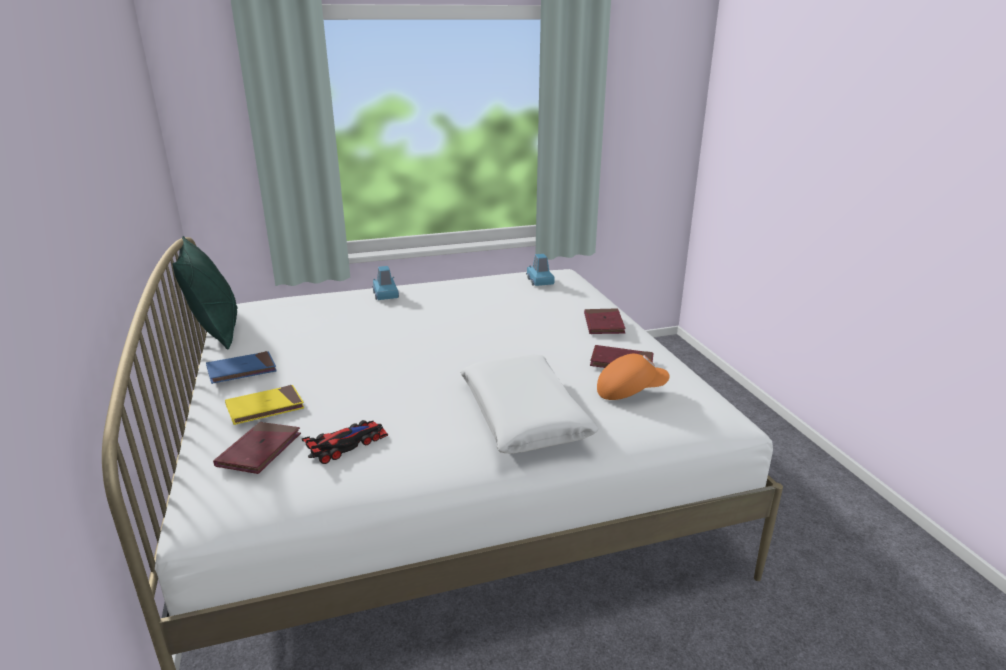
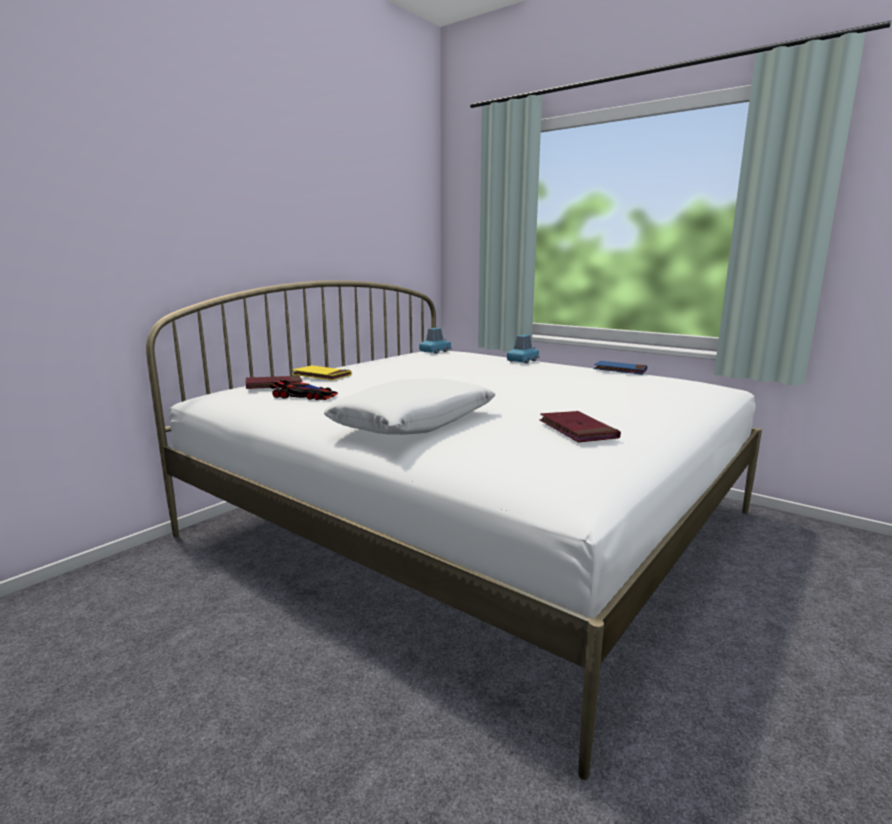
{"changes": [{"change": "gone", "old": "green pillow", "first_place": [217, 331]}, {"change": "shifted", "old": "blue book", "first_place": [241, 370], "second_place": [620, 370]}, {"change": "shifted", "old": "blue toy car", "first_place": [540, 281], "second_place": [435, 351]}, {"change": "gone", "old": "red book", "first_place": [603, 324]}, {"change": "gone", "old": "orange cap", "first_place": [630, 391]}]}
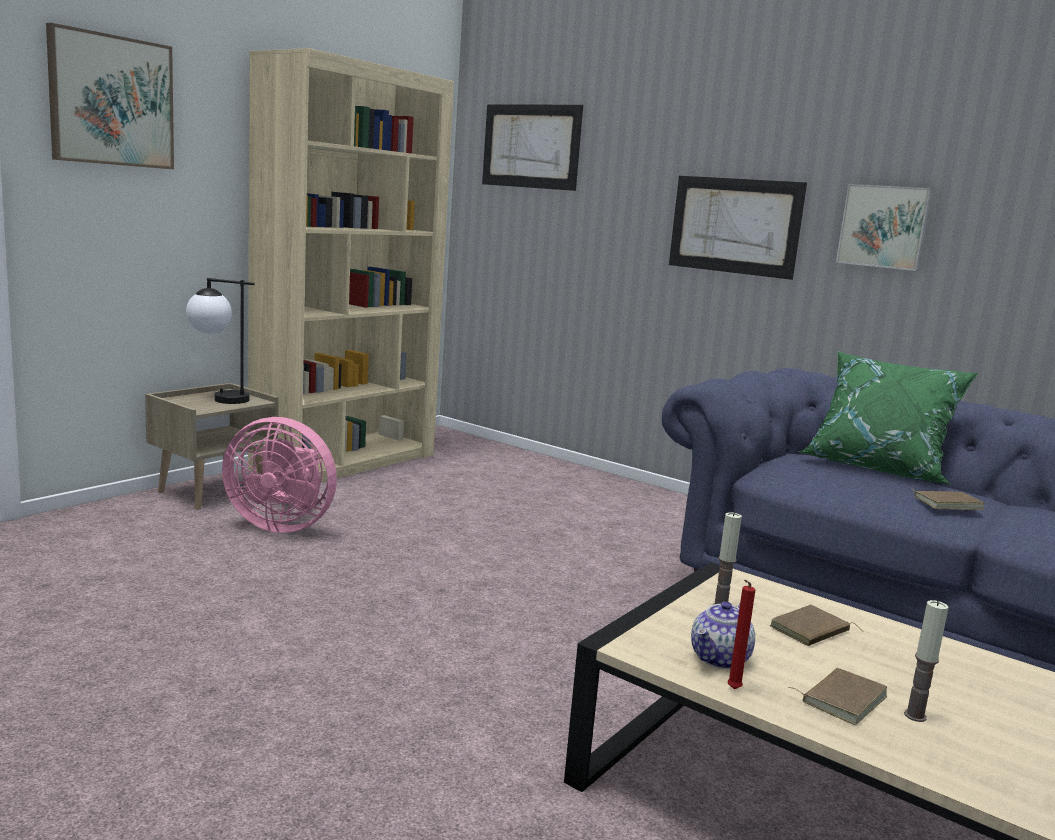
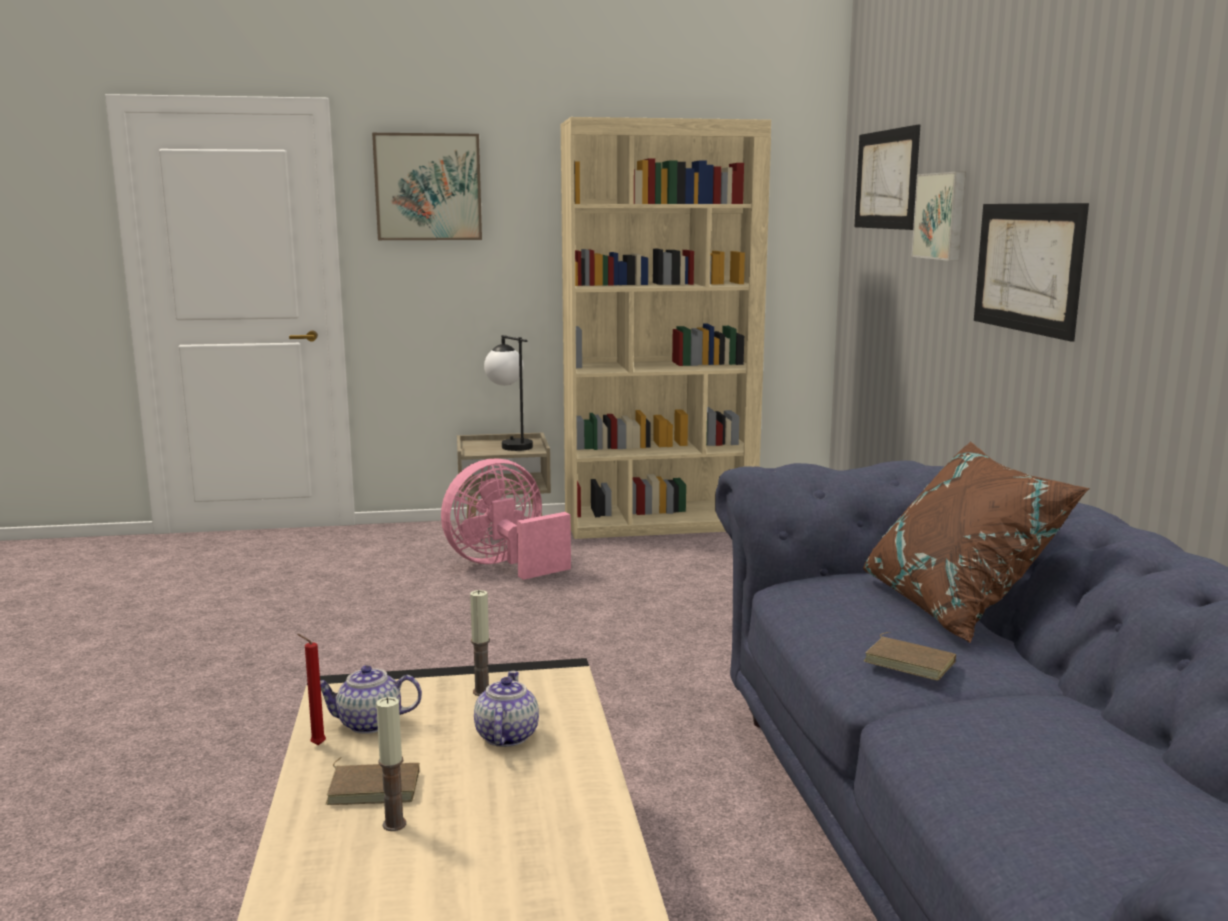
{"changes": [{"change": "rotated", "old": "pink fan", "first_place": [282, 525], "second_place": [504, 565], "degrees": 90}, {"change": "swapped", "old": "brown book", "new": "teapot", "first_place": [811, 631], "second_place": [506, 736]}, {"change": "repainted", "old": "green pillow", "new": "brown pillow", "first_place": [878, 467], "second_place": [956, 608]}, {"change": "shifted", "old": "picture", "first_place": [884, 226], "second_place": [942, 216]}]}
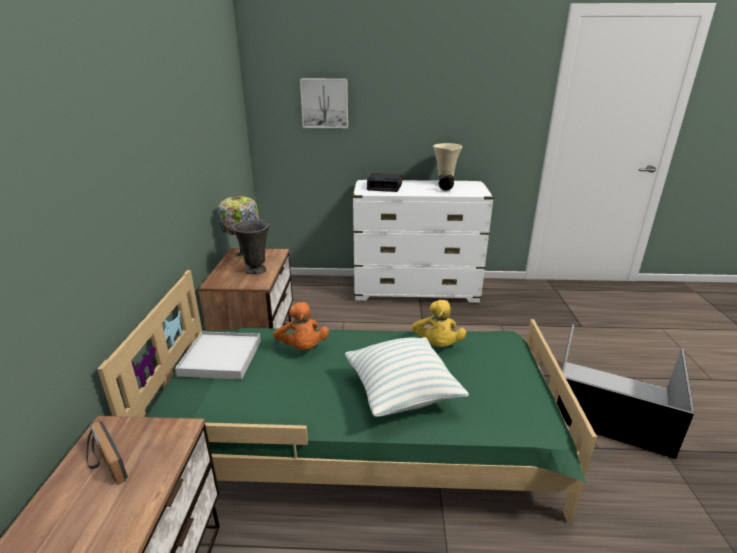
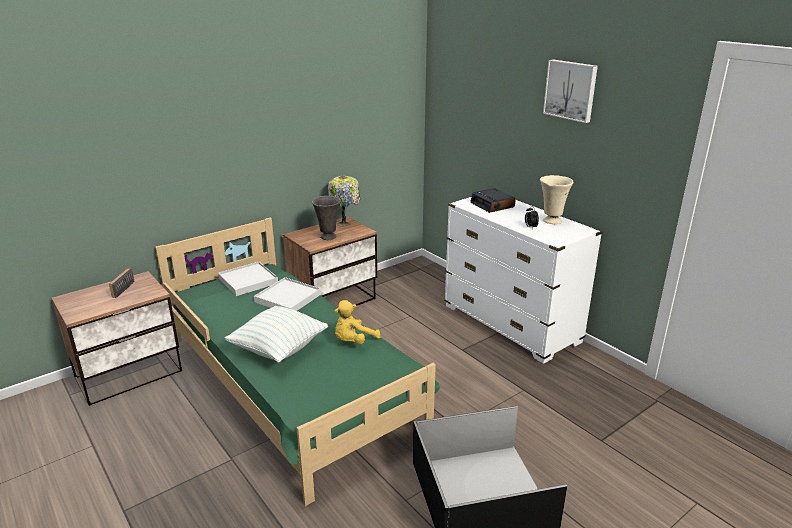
{"changes": [{"change": "swapped", "old": "orange plush toy", "new": "white tray", "first_place": [302, 348], "second_place": [287, 298]}, {"change": "shifted", "old": "picture", "first_place": [325, 103], "second_place": [571, 90]}]}
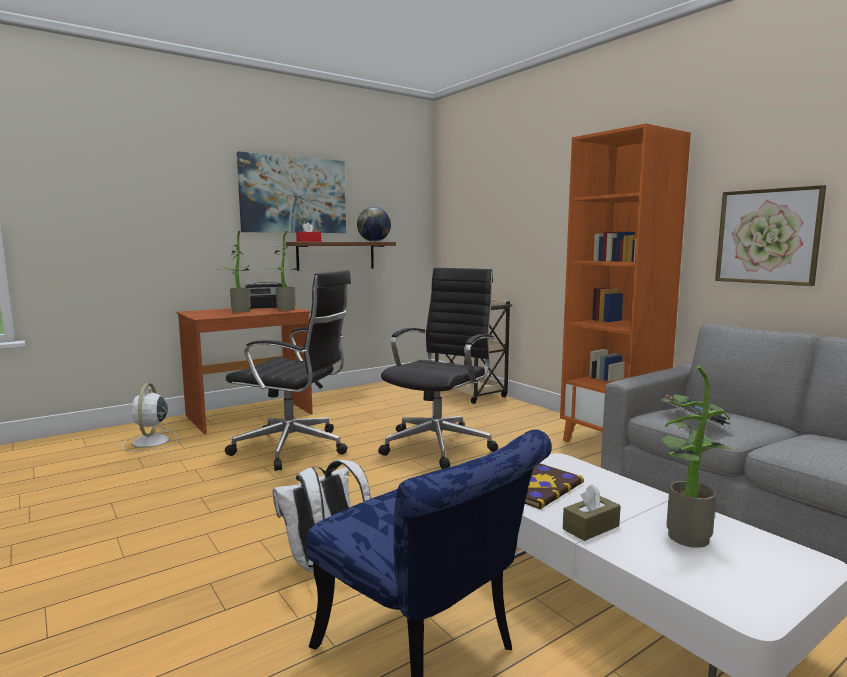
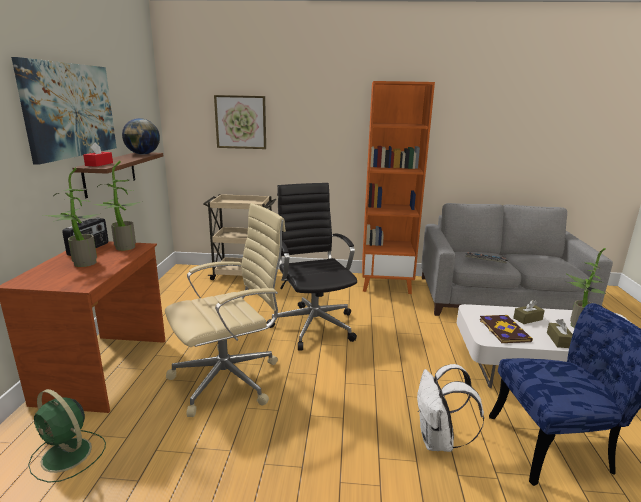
{"changes": [{"change": "repainted", "old": "white fan", "new": "green fan", "first_place": [150, 442], "second_place": [68, 455]}, {"change": "repainted", "old": "black office chair", "new": "beige office chair", "first_place": [294, 448], "second_place": [229, 379]}, {"change": "shifted", "old": "picture", "first_place": [767, 236], "second_place": [241, 122]}, {"change": "new", "new": "brown tissue box", "second_place": [527, 319]}]}
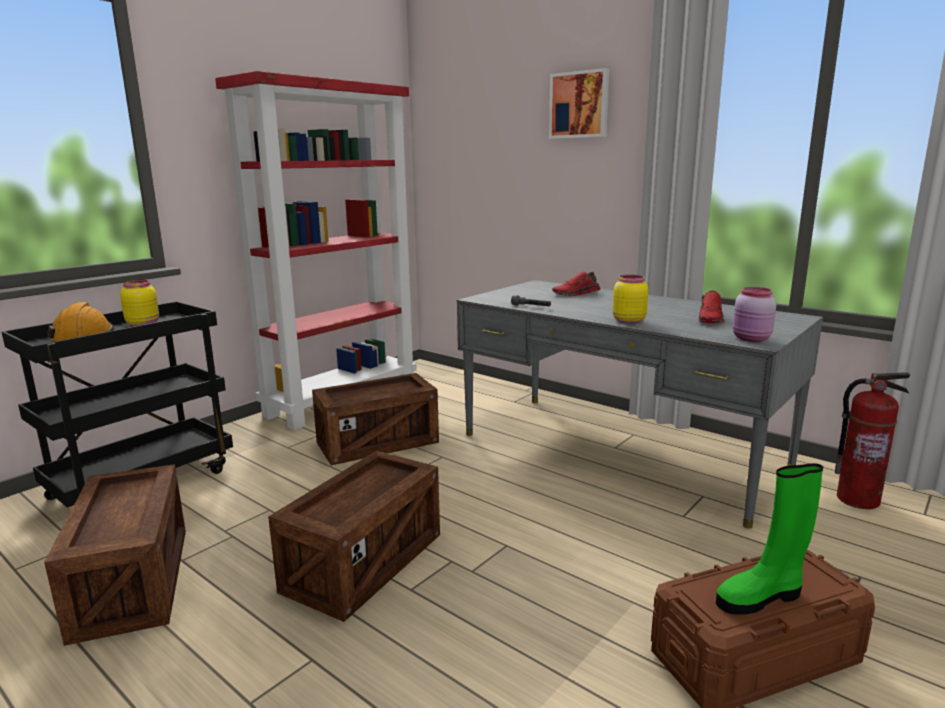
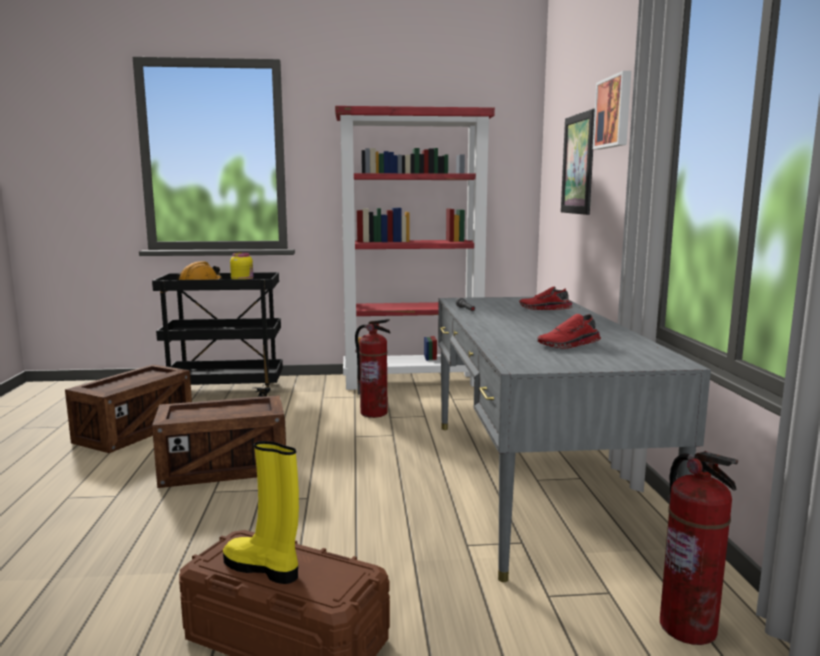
{"changes": [{"change": "swapped", "old": "crate", "new": "fire extinguisher", "first_place": [377, 443], "second_place": [373, 413]}, {"change": "gone", "old": "yellow jar", "first_place": [628, 321]}, {"change": "repainted", "old": "green boot", "new": "yellow boot", "first_place": [761, 597], "second_place": [263, 568]}, {"change": "gone", "old": "pink jar", "first_place": [751, 339]}, {"change": "new", "new": "picture", "second_place": [578, 164]}]}
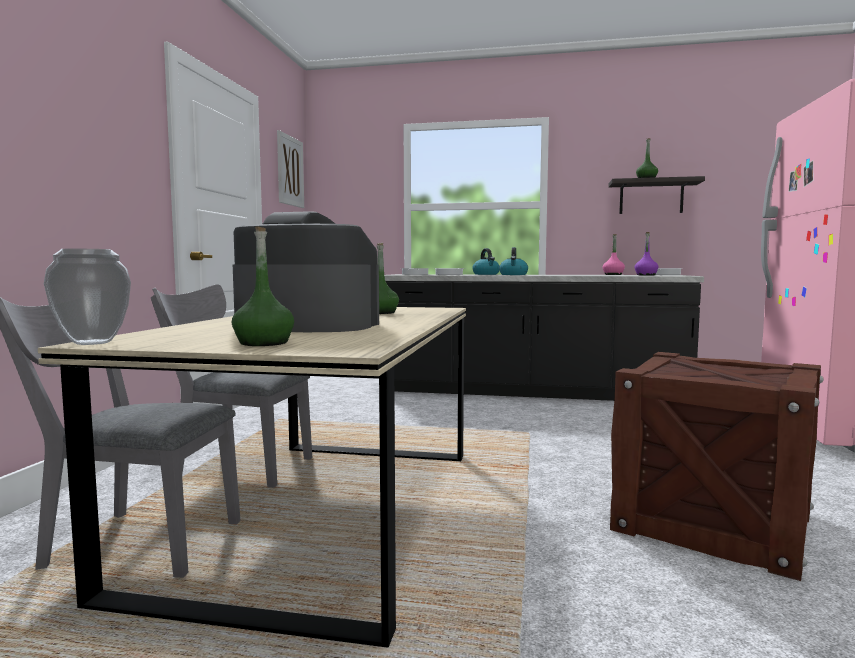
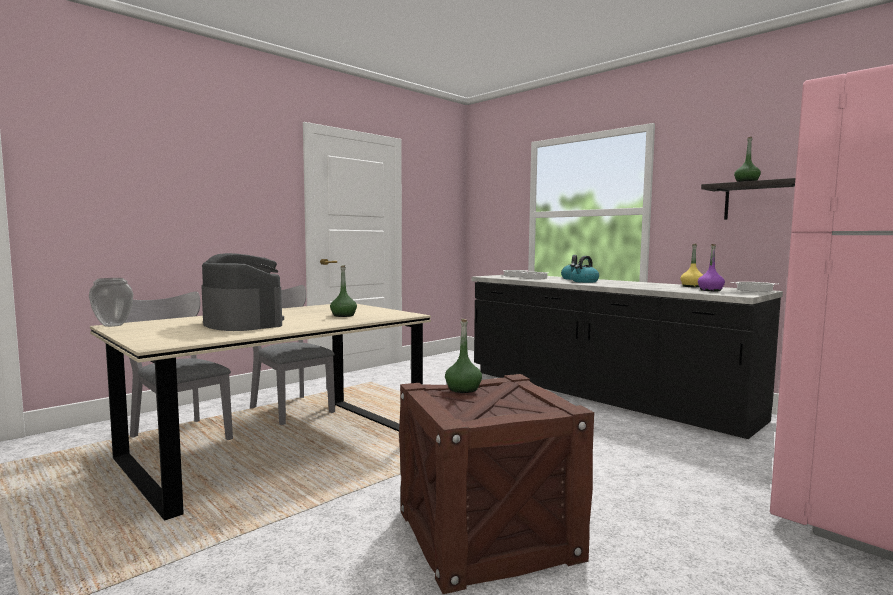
{"changes": [{"change": "shifted", "old": "green bottle", "first_place": [264, 343], "second_place": [463, 389]}, {"change": "gone", "old": "picture", "first_place": [290, 171]}, {"change": "repainted", "old": "pink bottle", "new": "yellow bottle", "first_place": [613, 274], "second_place": [692, 286]}]}
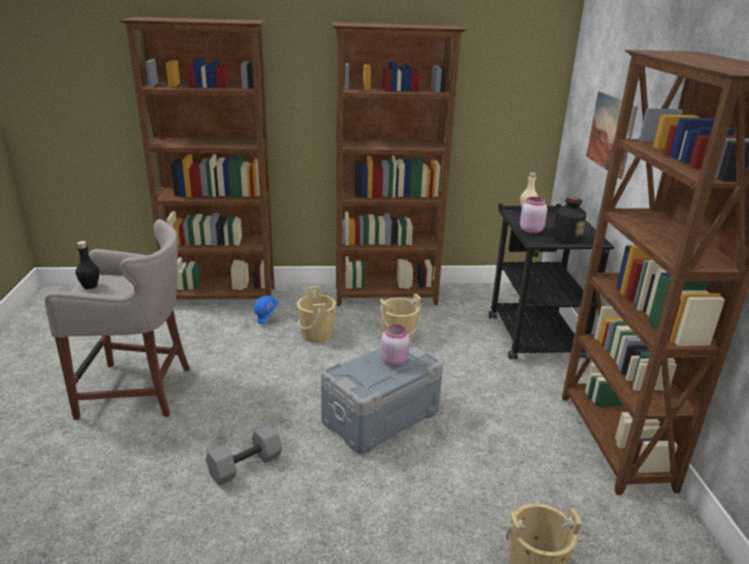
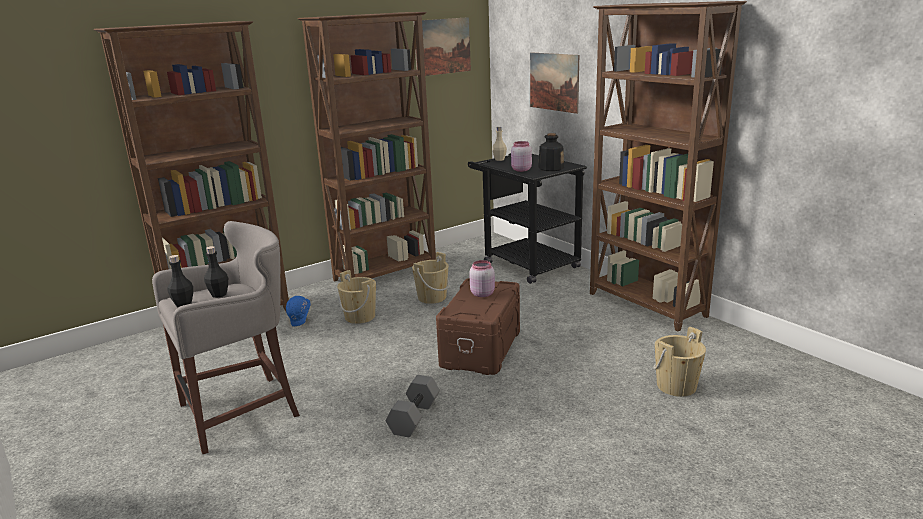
{"changes": [{"change": "repainted", "old": "grey storage box", "new": "brown storage box", "first_place": [381, 417], "second_place": [482, 348]}, {"change": "new", "new": "black bottle", "second_place": [219, 294]}, {"change": "new", "new": "picture", "second_place": [442, 46]}]}
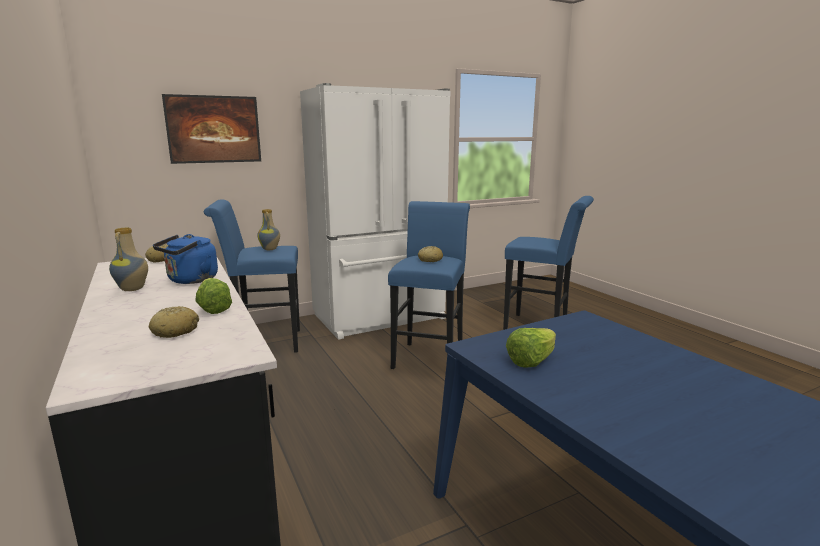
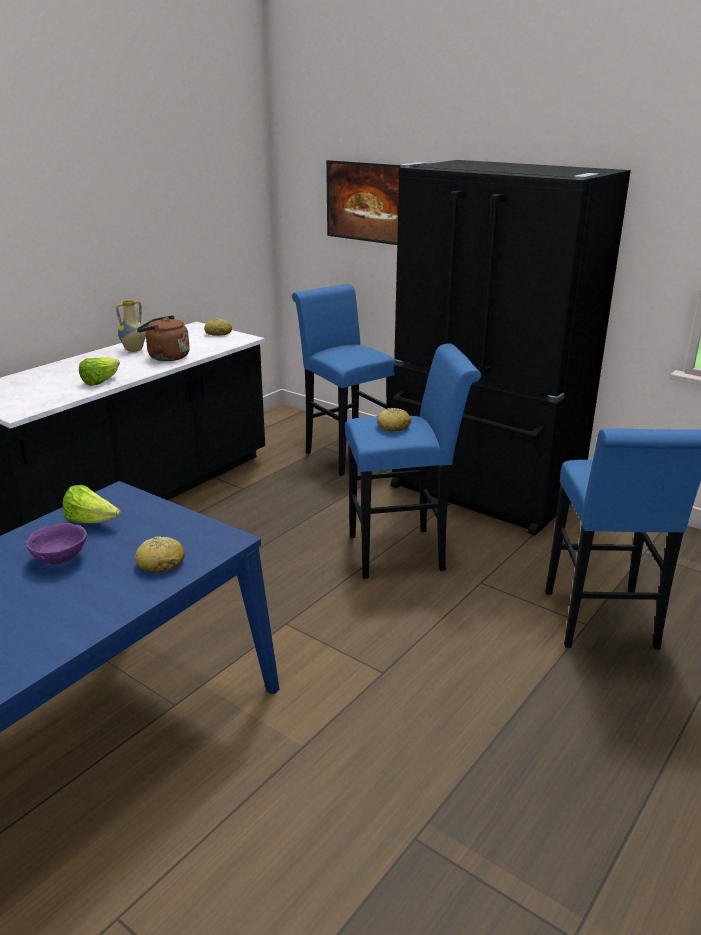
{"changes": [{"change": "shifted", "old": "bread", "first_place": [175, 331], "second_place": [161, 563]}, {"change": "repainted", "old": "blue kettle", "new": "brown kettle", "first_place": [190, 280], "second_place": [166, 357]}, {"change": "gone", "old": "vase", "first_place": [270, 249]}, {"change": "repainted", "old": "white fridge", "new": "black fridge", "first_place": [381, 317], "second_place": [483, 492]}, {"change": "new", "new": "purple bowl", "second_place": [60, 560]}]}
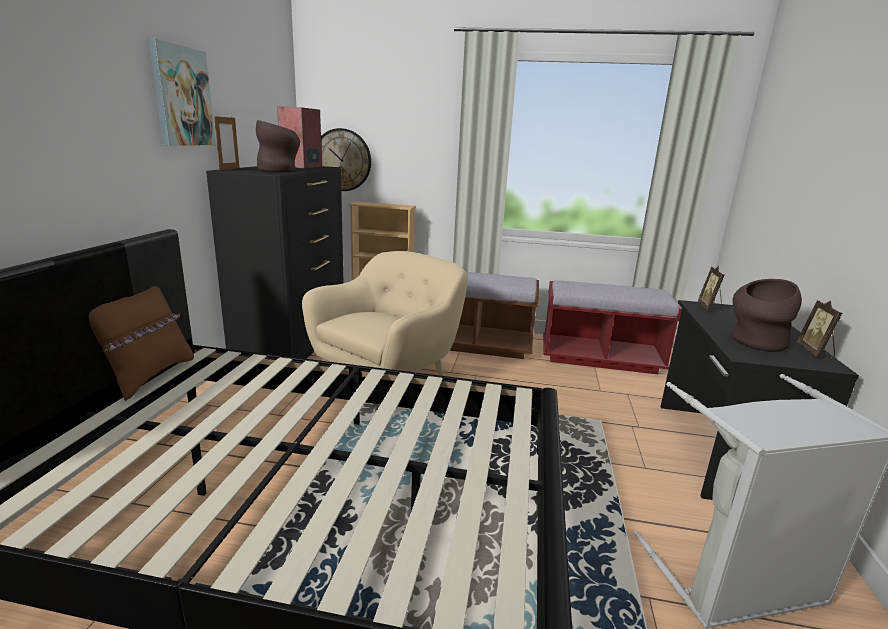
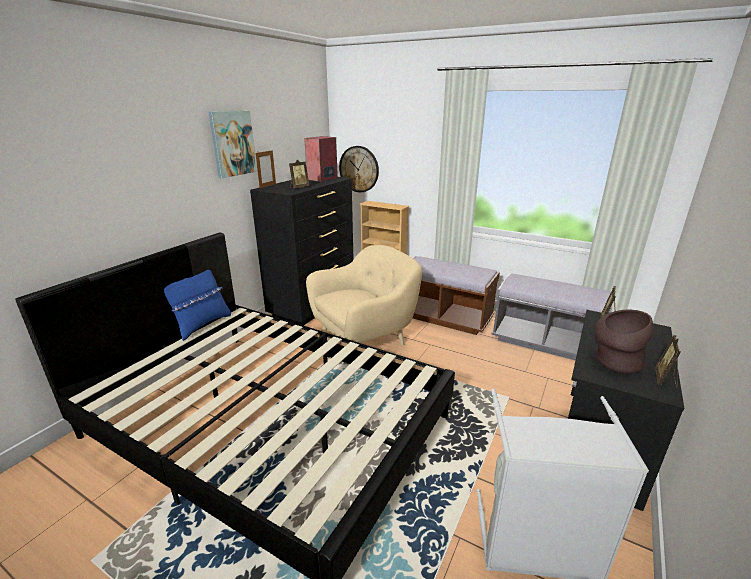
{"changes": [{"change": "repainted", "old": "brown pillow", "new": "blue pillow", "first_place": [149, 376], "second_place": [202, 325]}, {"change": "swapped", "old": "brown vase", "new": "picture frame", "first_place": [280, 171], "second_place": [299, 187]}, {"change": "repainted", "old": "red bench", "new": "grey bench", "first_place": [600, 358], "second_place": [544, 342]}]}
